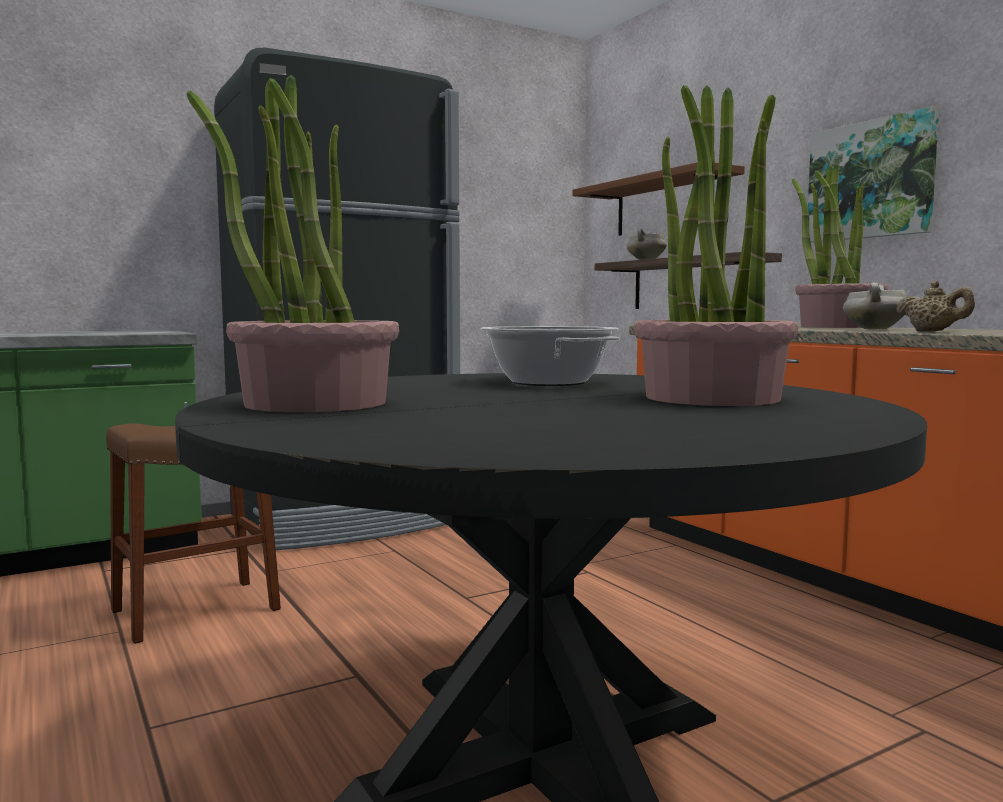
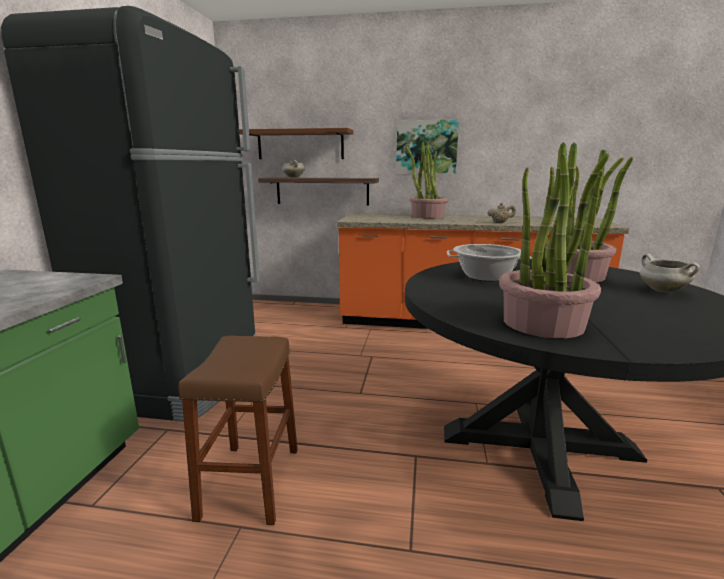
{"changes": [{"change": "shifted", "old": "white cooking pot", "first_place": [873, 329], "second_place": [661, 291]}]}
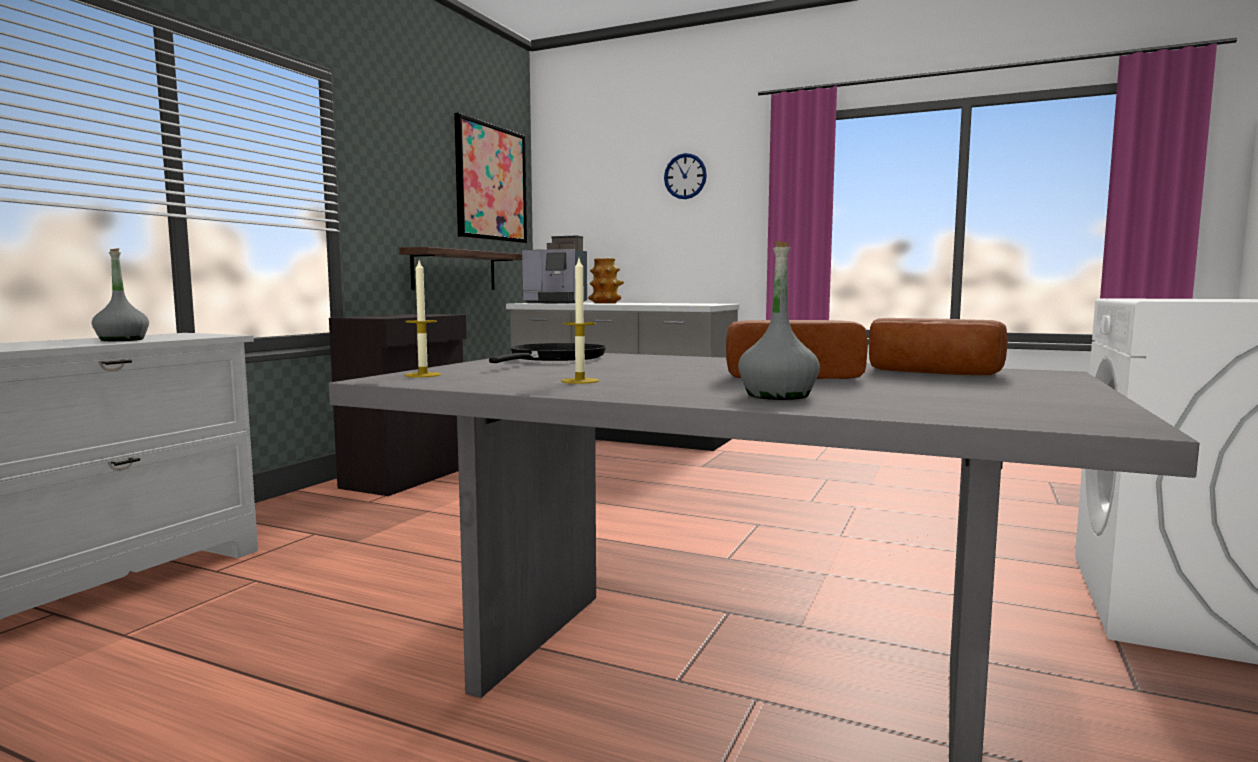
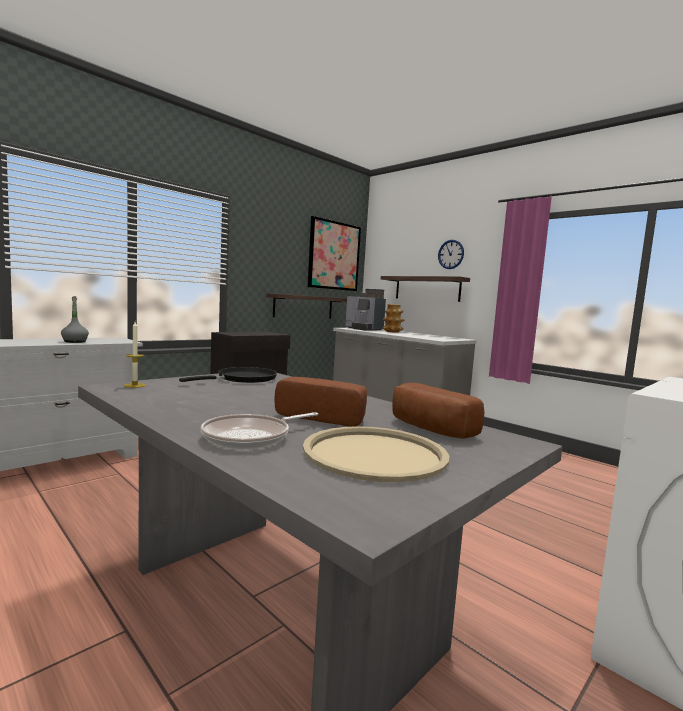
{"changes": [{"change": "gone", "old": "candle", "first_place": [580, 381]}, {"change": "swapped", "old": "grey bottle", "new": "frying pan", "first_place": [778, 395], "second_place": [251, 437]}, {"change": "new", "new": "beige tray", "second_place": [374, 454]}, {"change": "new", "new": "shelf", "second_place": [427, 288]}]}
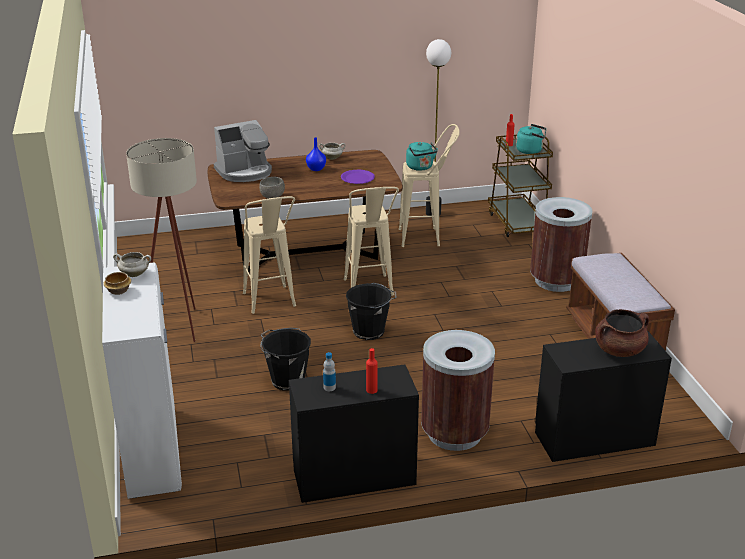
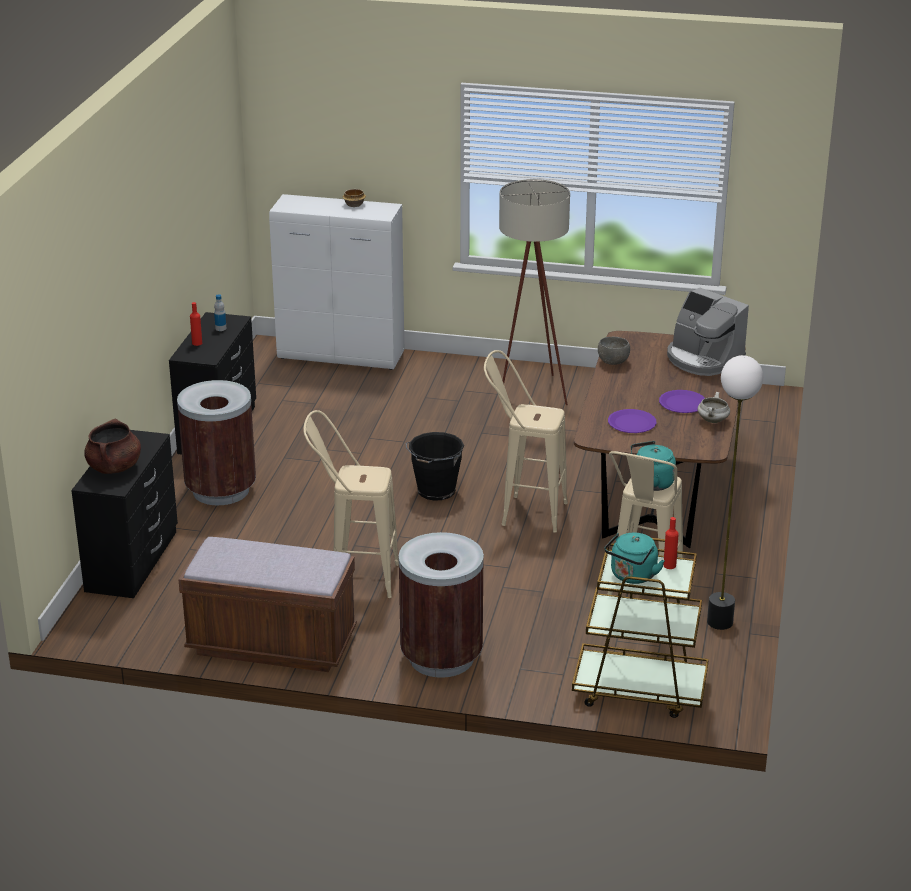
{"changes": [{"change": "gone", "old": "white cooking pot", "first_place": [135, 274]}, {"change": "rotated", "old": "coffee machine", "first_place": [245, 172], "second_place": [703, 359], "degrees": -45}, {"change": "shifted", "old": "beige stool", "first_place": [271, 304], "second_place": [353, 578]}, {"change": "gone", "old": "black bucket", "first_place": [287, 380]}, {"change": "swapped", "old": "blue vase", "new": "purple plate", "first_place": [316, 168], "second_place": [682, 403]}]}
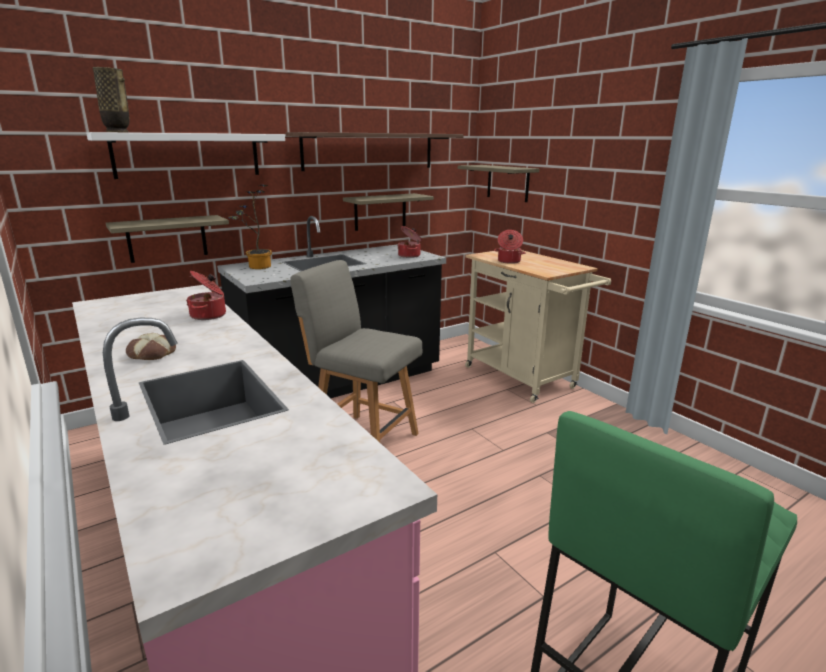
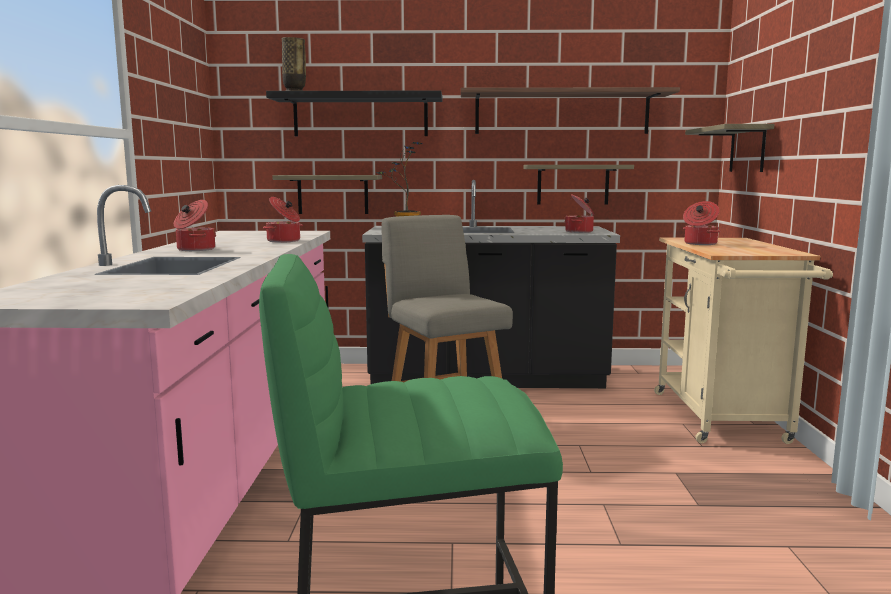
{"changes": [{"change": "repainted", "old": "white shelf", "new": "black shelf", "first_place": [188, 155], "second_place": [360, 116]}, {"change": "swapped", "old": "bread", "new": "cooking pot", "first_place": [151, 354], "second_place": [195, 249]}]}
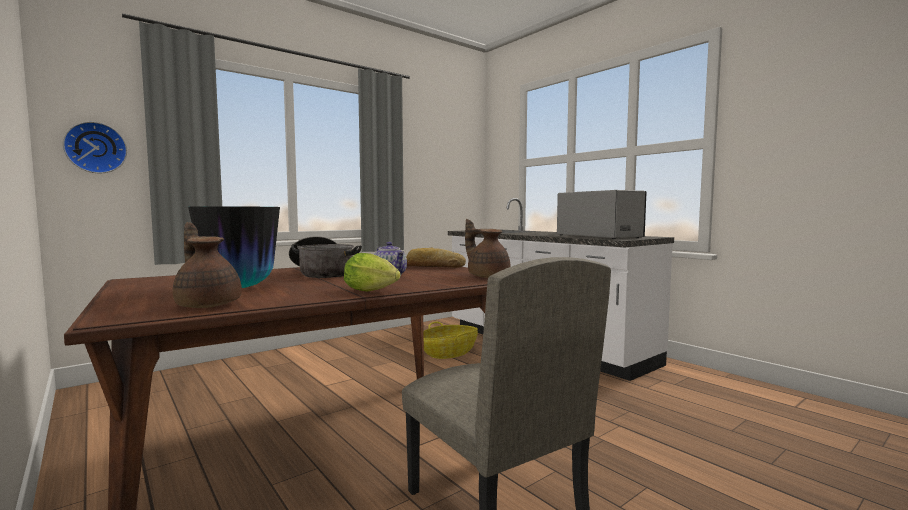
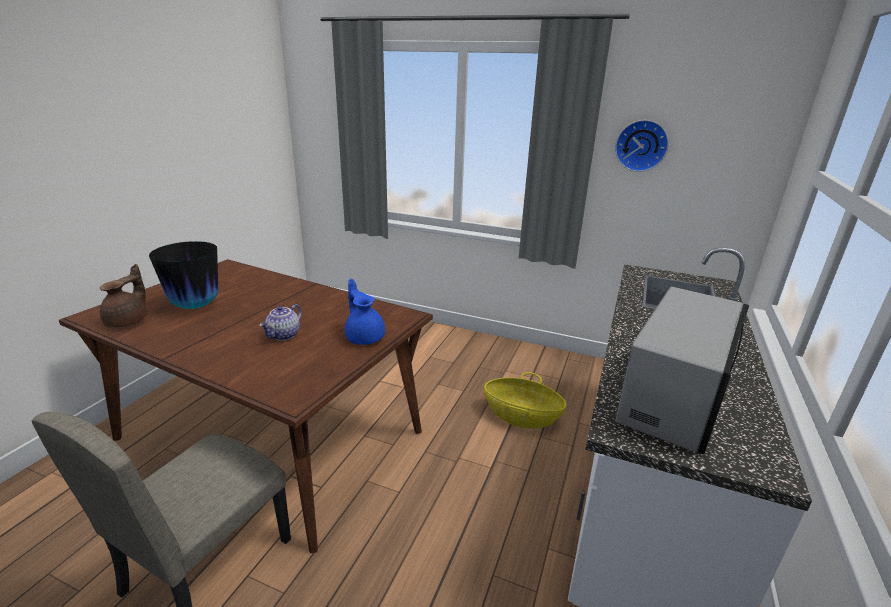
{"changes": [{"change": "shifted", "old": "wall clock", "first_place": [96, 148], "second_place": [641, 145]}, {"change": "gone", "old": "cooking pot", "first_place": [322, 273]}, {"change": "gone", "old": "lettuce", "first_place": [373, 291]}, {"change": "swapped", "old": "bread", "new": "blue teapot", "first_place": [434, 266], "second_place": [364, 337]}, {"change": "gone", "old": "brown teapot", "first_place": [487, 276]}]}
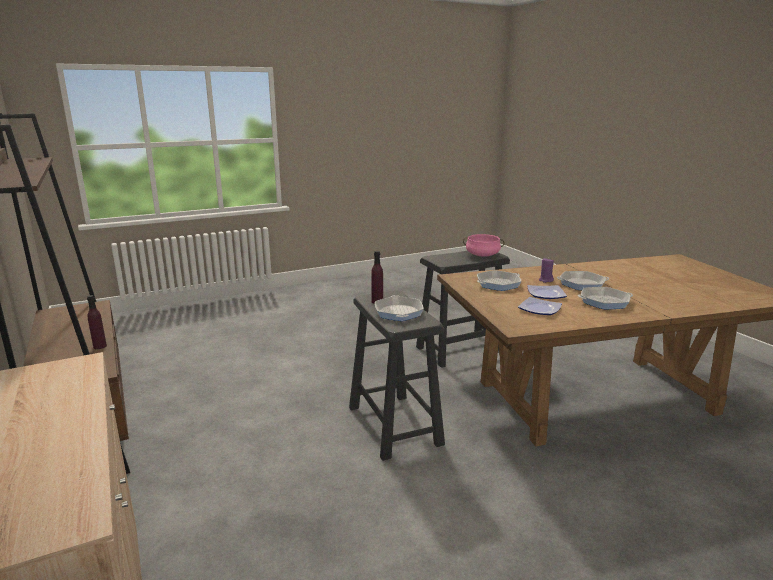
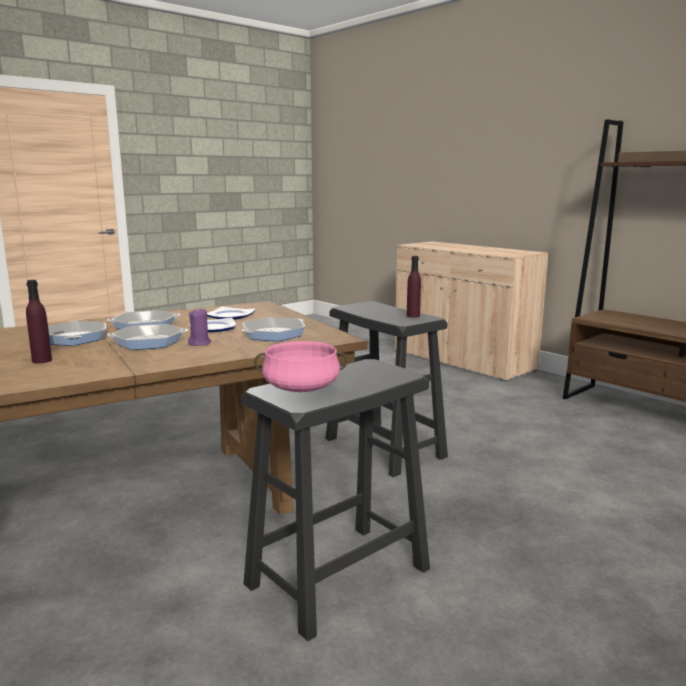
{"changes": [{"change": "shifted", "old": "purple bottle", "first_place": [100, 346], "second_place": [42, 360]}, {"change": "shifted", "old": "frying pan", "first_place": [398, 312], "second_place": [74, 338]}]}
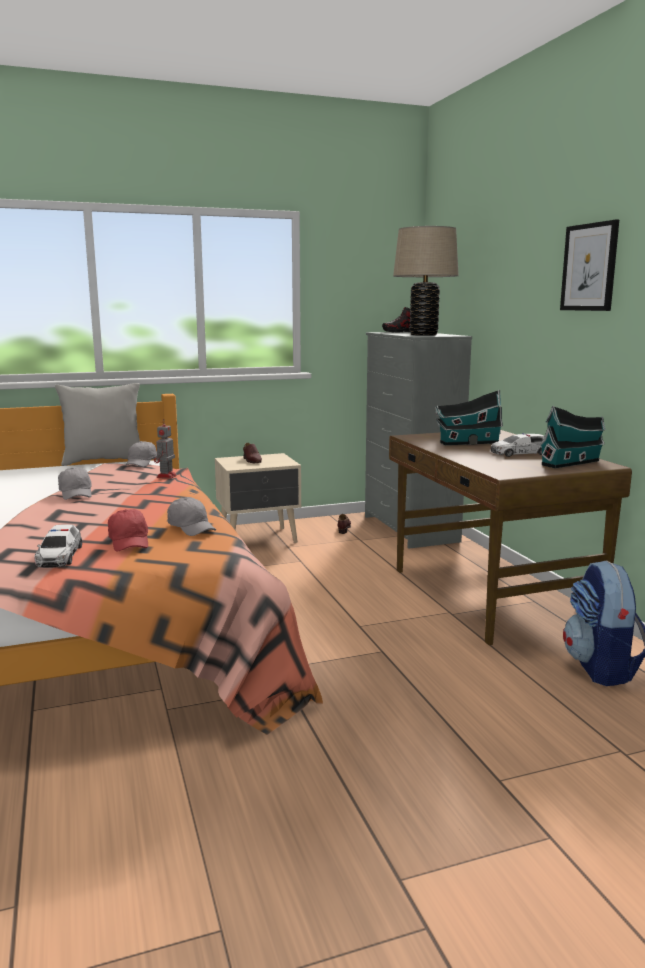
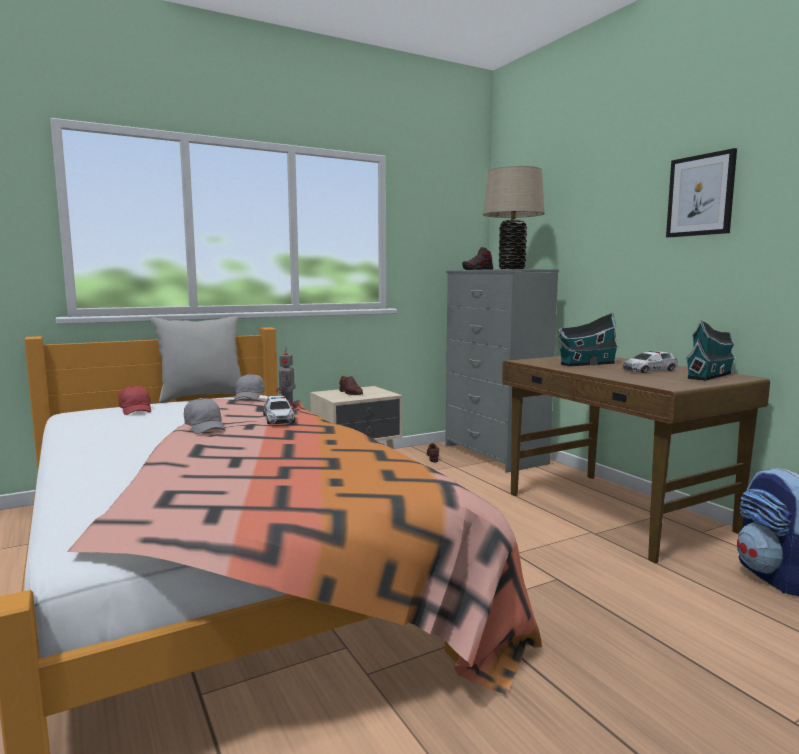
{"changes": [{"change": "shifted", "old": "toy car", "first_place": [59, 556], "second_place": [278, 418]}, {"change": "shifted", "old": "red cap", "first_place": [129, 542], "second_place": [136, 410]}, {"change": "gone", "old": "grey cap", "first_place": [191, 528]}]}
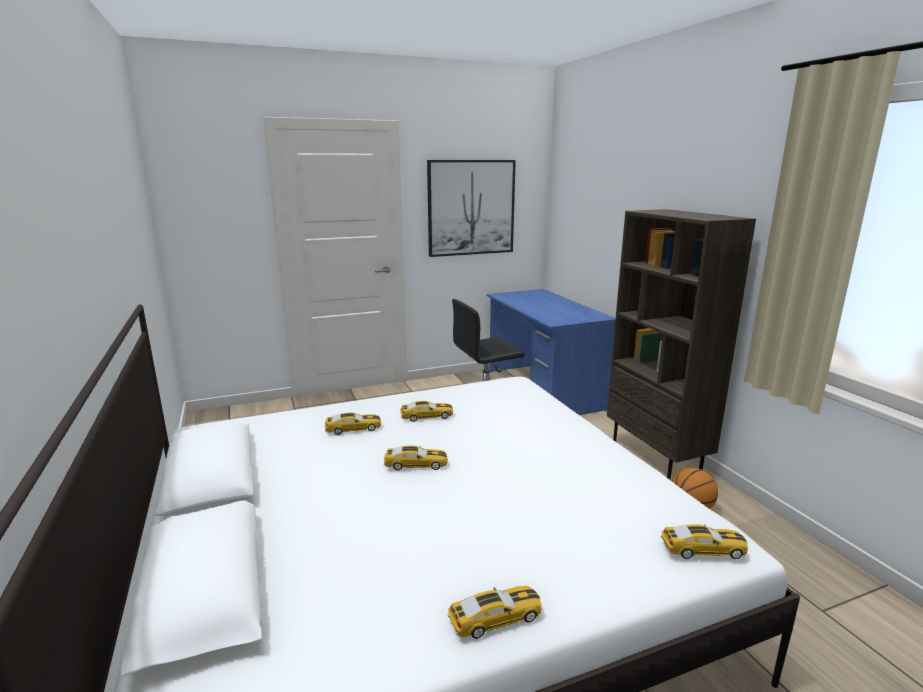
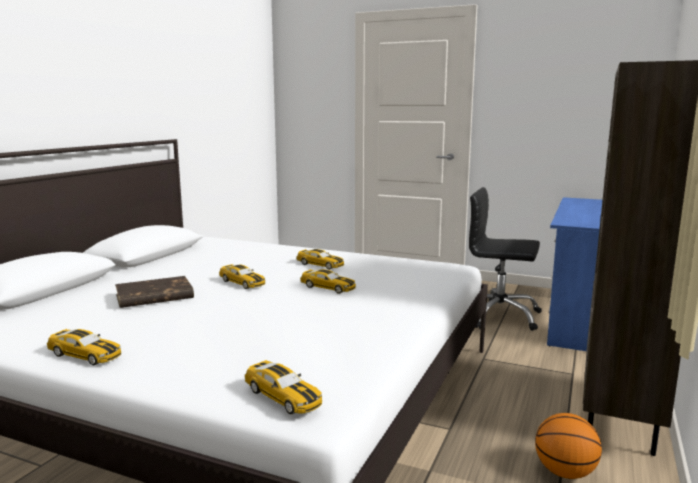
{"changes": [{"change": "shifted", "old": "toy car", "first_place": [353, 428], "second_place": [328, 287]}, {"change": "gone", "old": "picture", "first_place": [471, 208]}, {"change": "new", "new": "brown book", "second_place": [153, 296]}]}
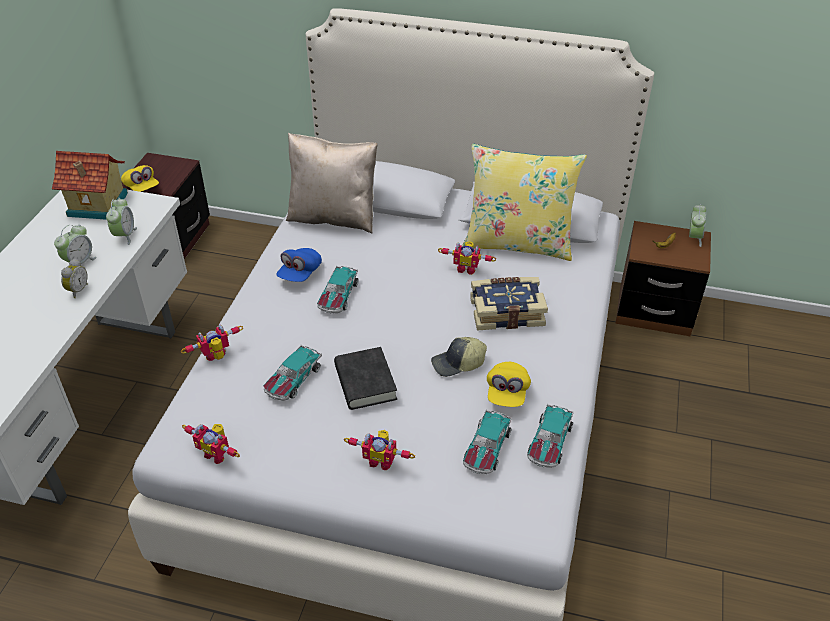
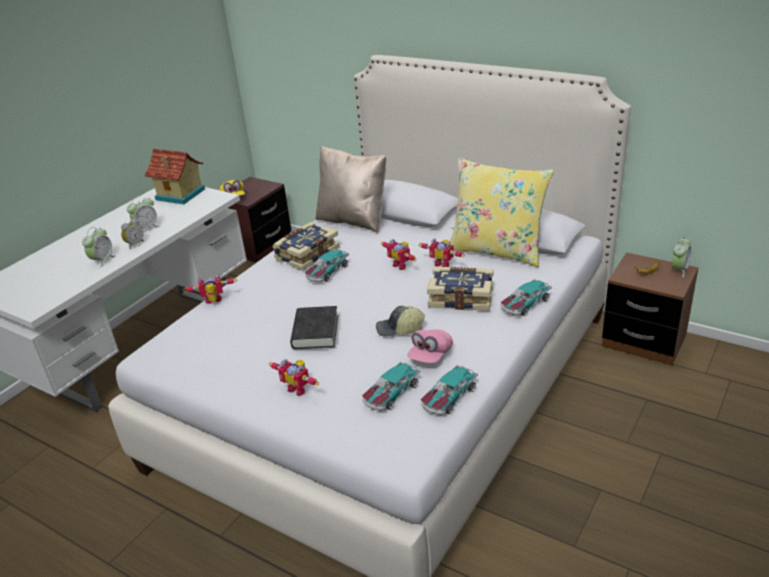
{"changes": [{"change": "shifted", "old": "alarm clock", "first_place": [125, 235], "second_place": [102, 260]}, {"change": "shifted", "old": "toy robot", "first_place": [217, 453], "second_place": [401, 265]}, {"change": "shifted", "old": "toy car", "first_place": [293, 380], "second_place": [525, 304]}, {"change": "swapped", "old": "blue cap", "new": "book", "first_place": [300, 273], "second_place": [306, 254]}, {"change": "repainted", "old": "yellow cap", "new": "pink cap", "first_place": [507, 393], "second_place": [430, 355]}]}
